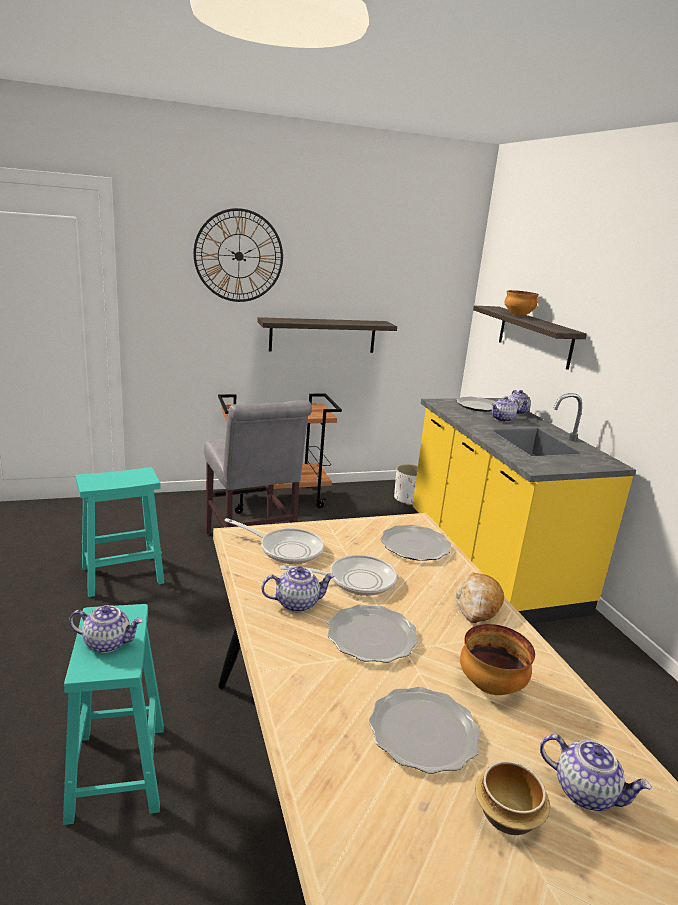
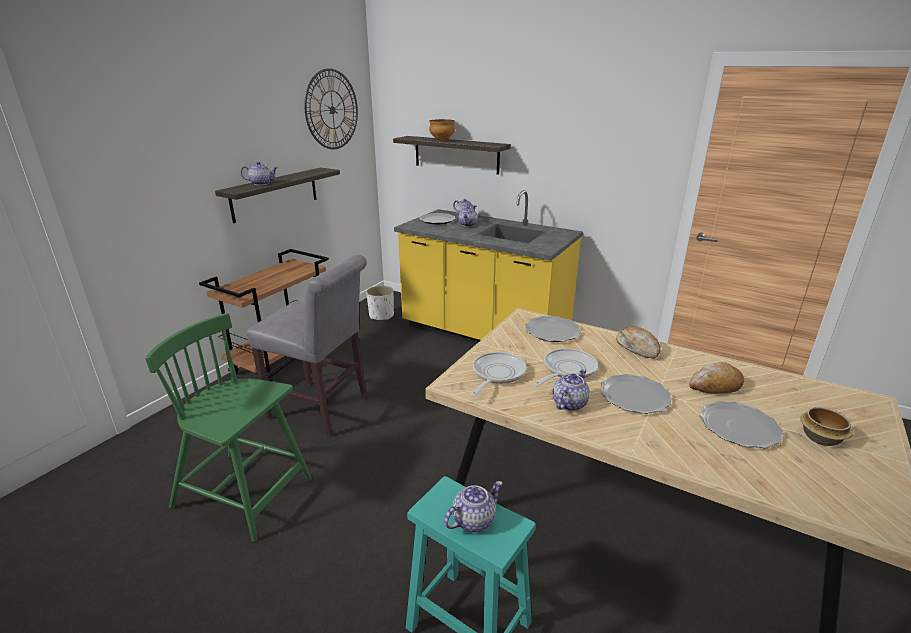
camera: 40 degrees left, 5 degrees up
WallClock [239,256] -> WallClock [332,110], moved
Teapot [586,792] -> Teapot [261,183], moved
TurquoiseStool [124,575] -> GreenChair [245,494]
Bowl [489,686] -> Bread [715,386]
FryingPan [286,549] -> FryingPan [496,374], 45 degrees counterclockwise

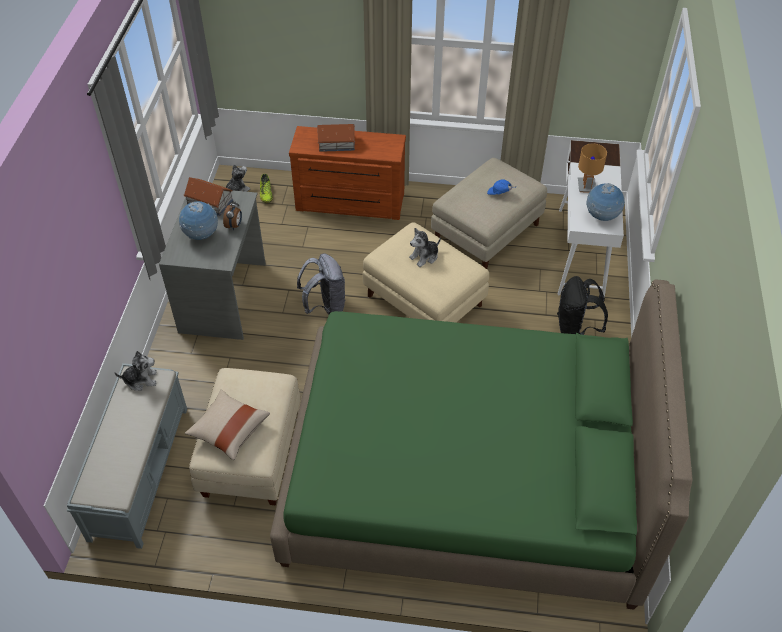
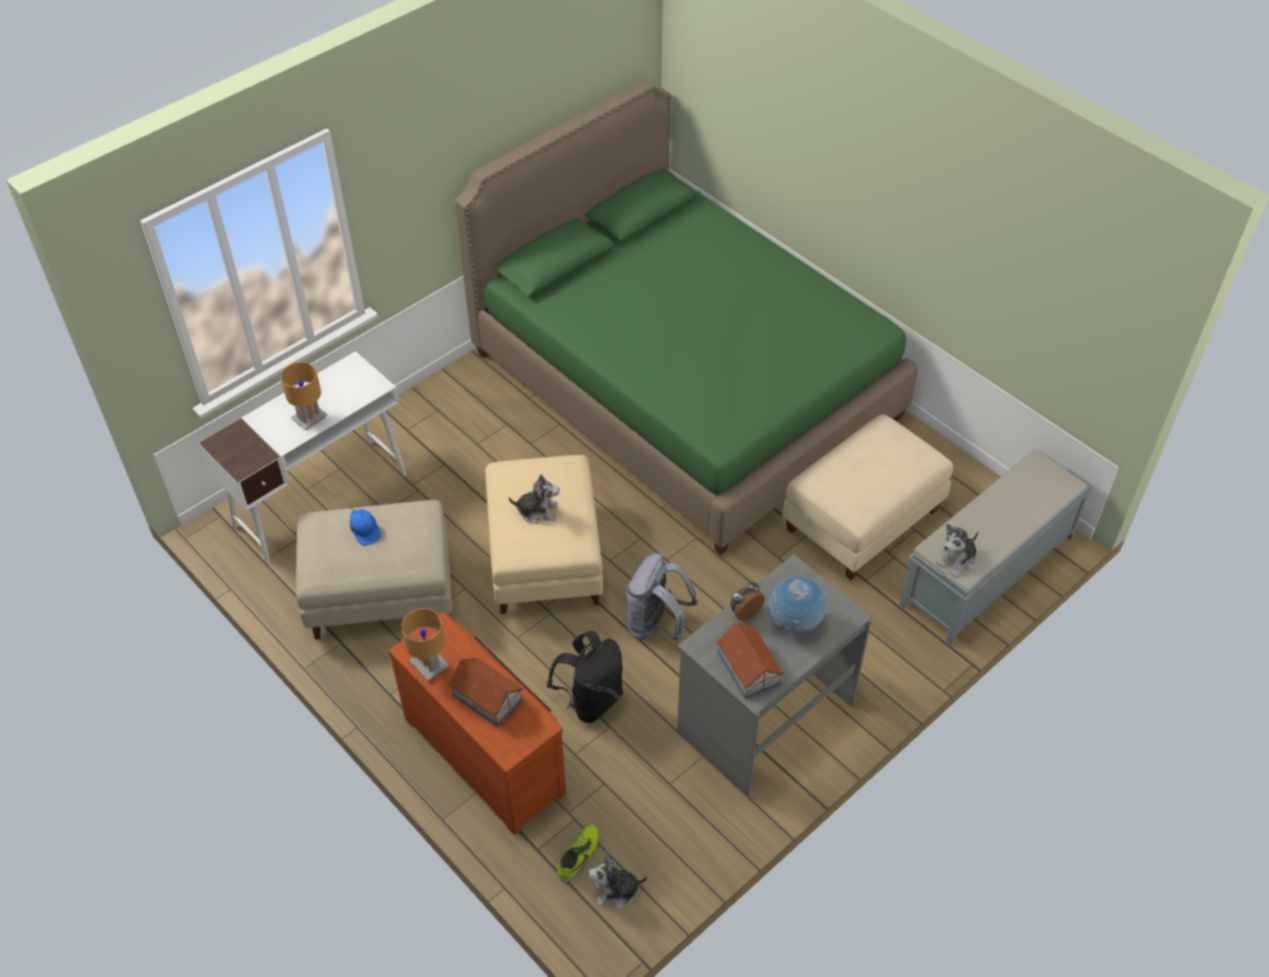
camera: 140 degrees left, 0 degrees up
BeigePillow [229,430] -> none
Globe [601,217] -> none
none -> BrownTableLamp [429,664]
BlackBackpack [575,329] -> BlackBackpack [591,700], moved
PlushToy [141,380] -> PlushToy [956,560], 75 degrees counterclockwise

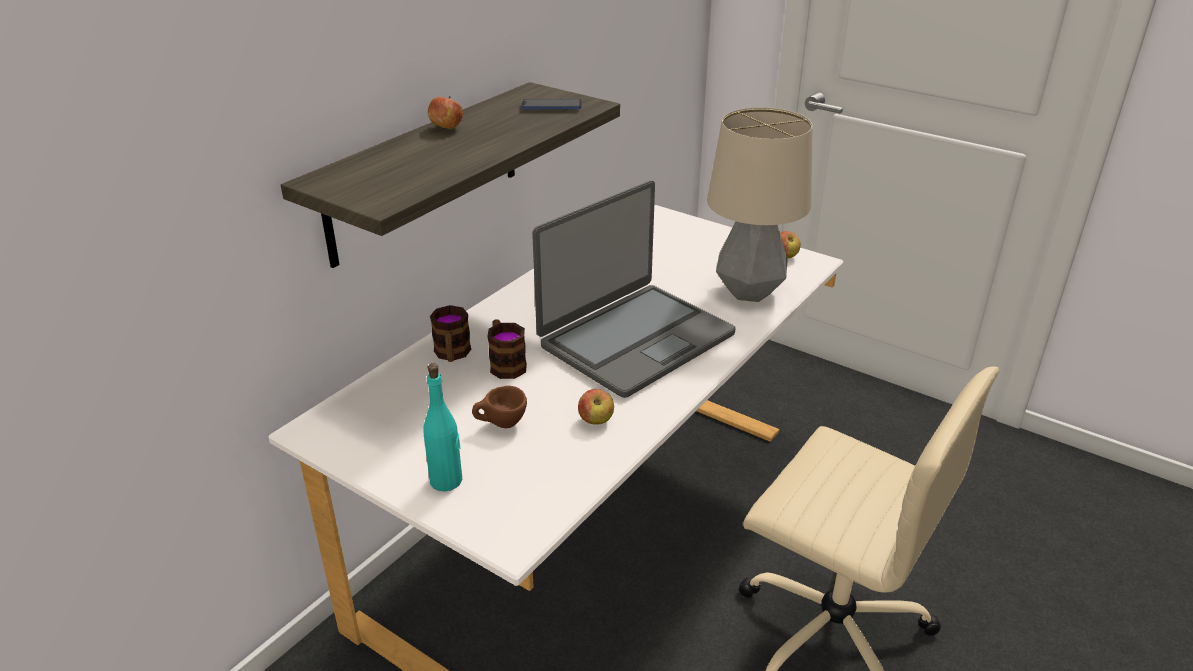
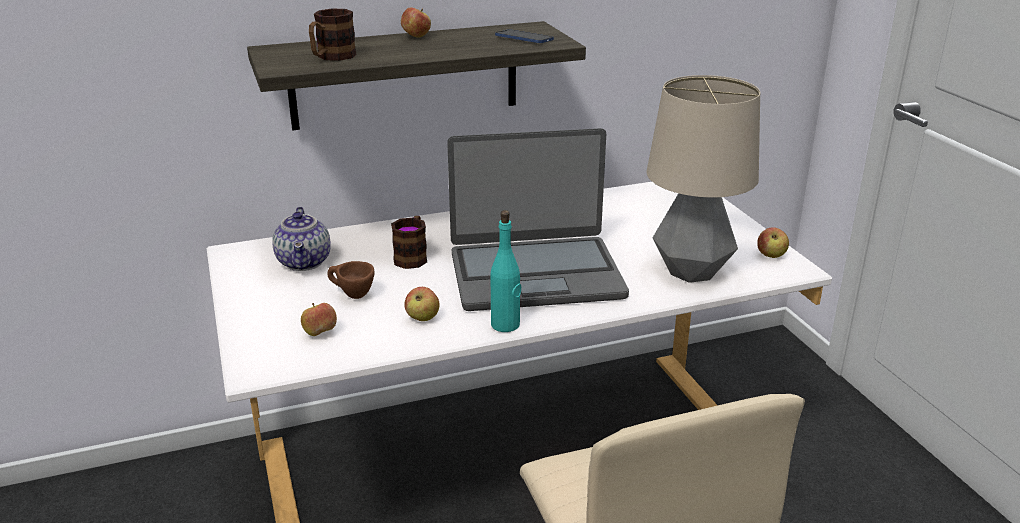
camera: 35 degrees right, 5 degrees down
none -> Teapot [305,262]
none -> Apple [320,333]
TurquoiseBottle [446,480] -> TurquoiseBottle [505,325], moved
Mug [452,355] -> Mug [331,57], moved

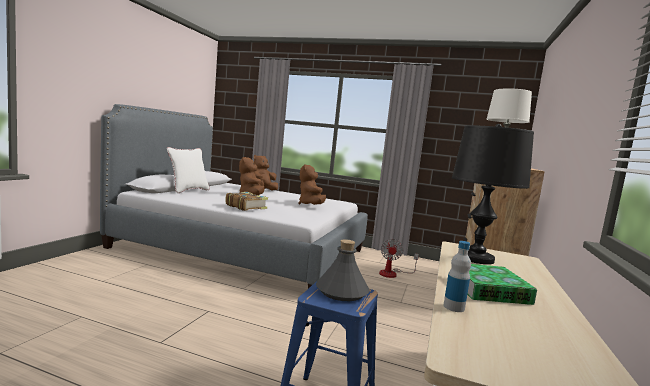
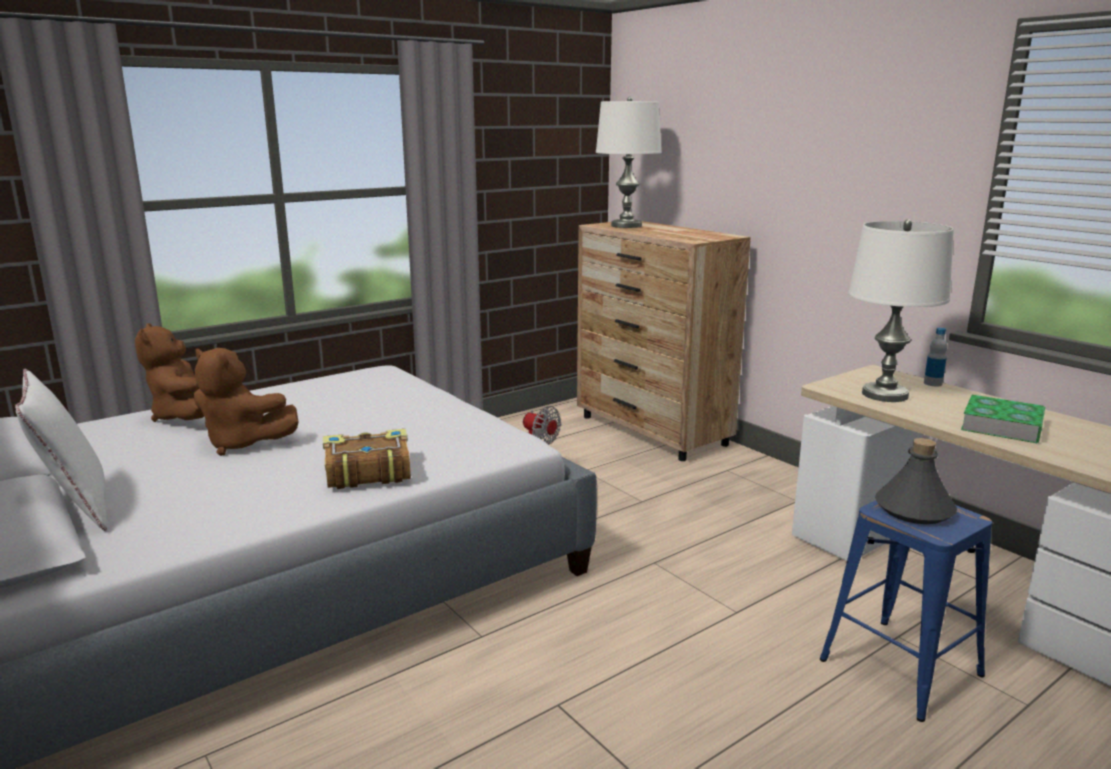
camera: 55 degrees left, 10 degrees up
BrownPlushToy [311,205] -> none
Bottle [454,307] -> Bottle [933,383], moved
BlackTableLamp [476,258] -> WhiteTableLamp [884,394]

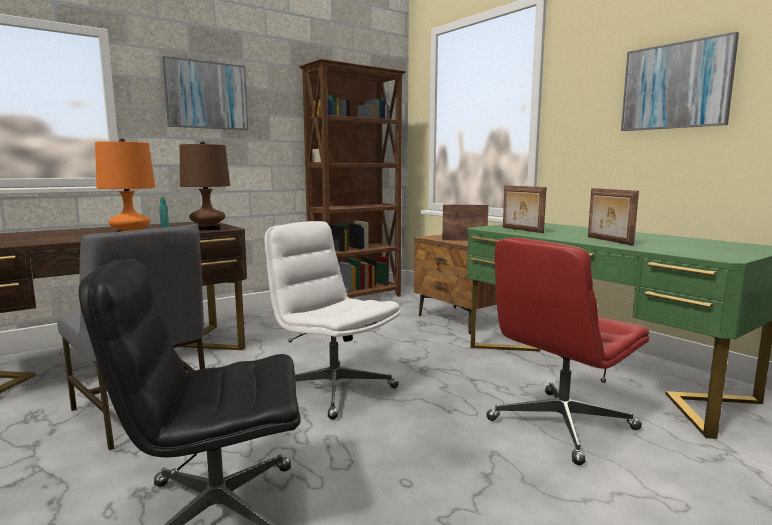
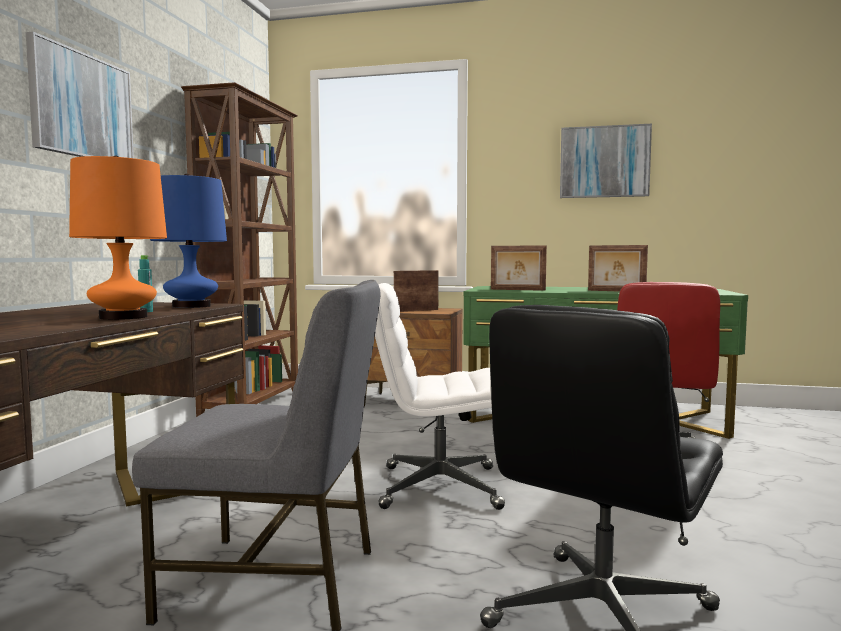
camera: 40 degrees left, 5 degrees down
BrownTableLamp [208,229] -> BlueTableLamp [191,306]

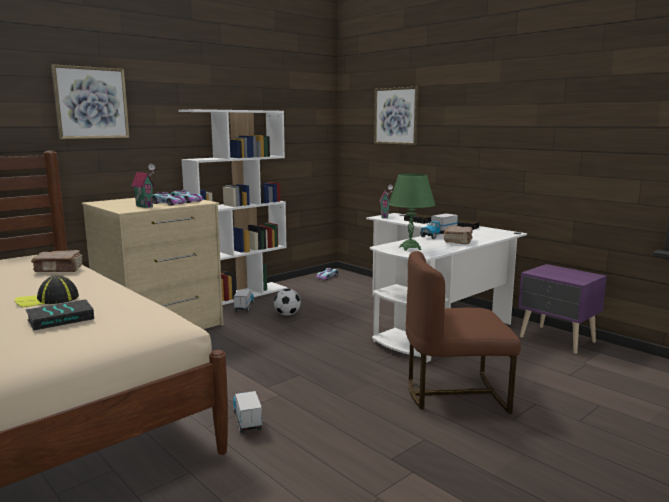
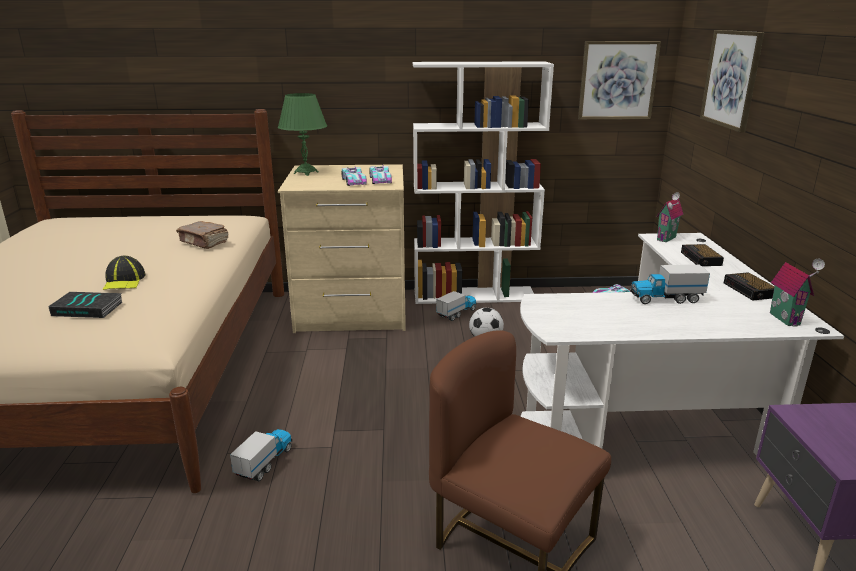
camera: 40 degrees right, 10 degrees up
BrownBook [458,241] -> none
Picture [91,103] -> Picture [617,80], moved
ToyHouse [146,206] -> ToyHouse [787,319], moved
GreenTableLamp [410,248] -> GreenTableLamp [306,173], moved
Cap [48,300] -> Cap [124,281], 120 degrees counterclockwise

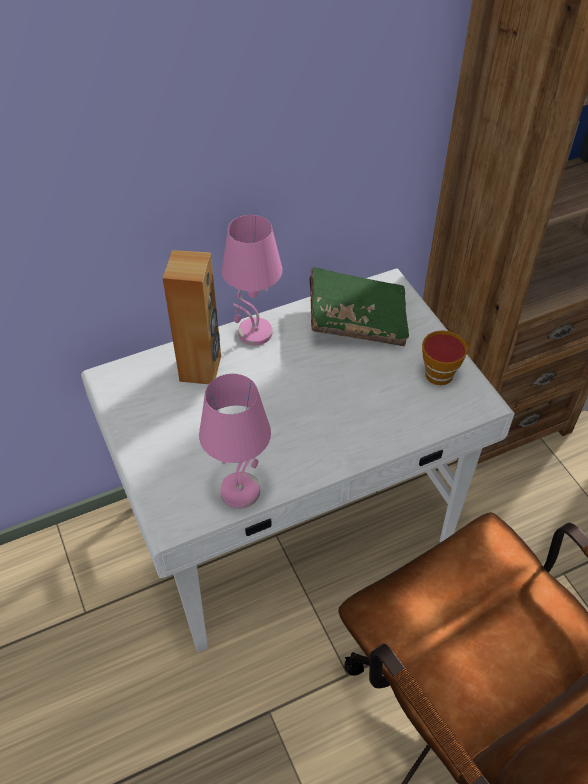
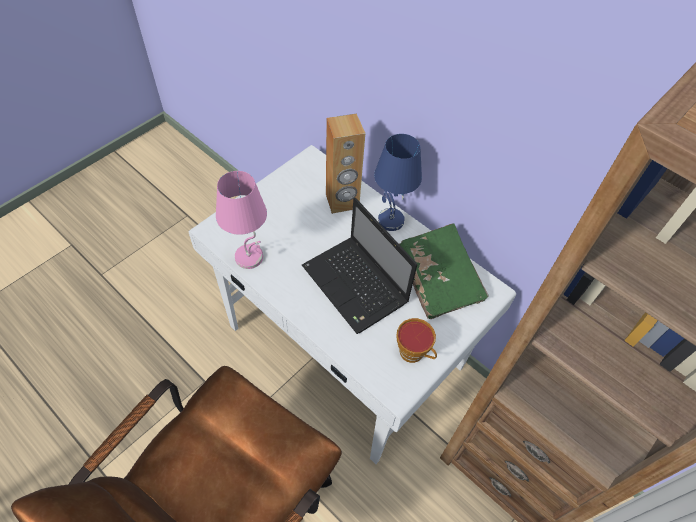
camera: 65 degrees right, 5 degrees up
none -> Laptop [356,286]
PinkTableLamp [254,333] -> BlueTableLamp [390,220]

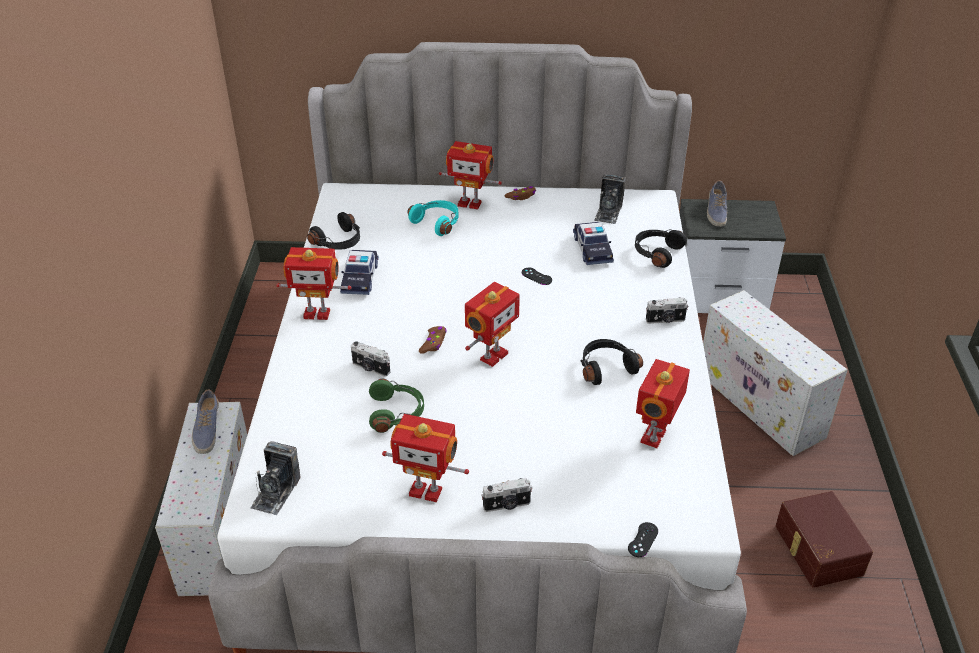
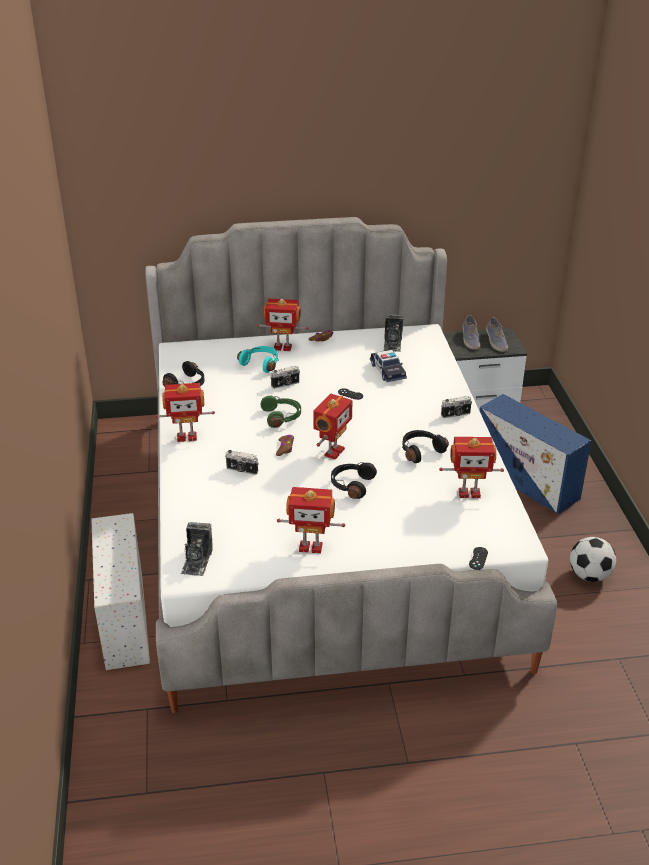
camera: 10 degrees left, 5 degrees down
ToyCar [360,278] -> none
Shoe [207,430] -> Shoe [495,342], moved
GreenHeadphones [397,413] -> GreenHeadphones [282,417], moved
PhotoCamera [507,505] -> PhotoCamera [285,384], moved
BlackHeadphones [656,253] -> BlackHeadphones [351,485], moved
BrownStorageBox [816,550] -> Football [589,575]
WhiteStorageBox [761,405] -> BlueStorageBox [527,481]
ToyRobot [655,437] -> ToyRobot [469,492], 105 degrees counterclockwise

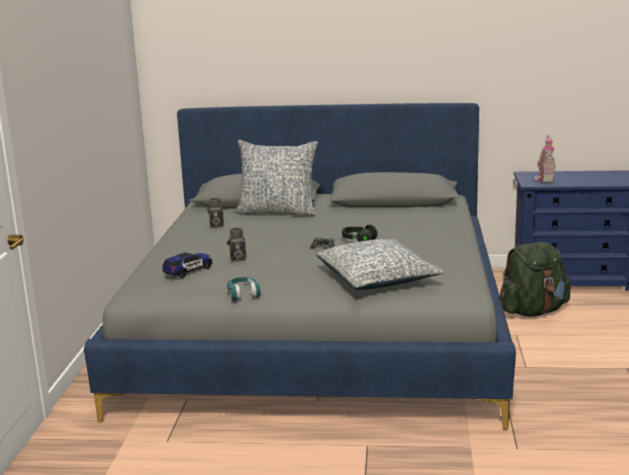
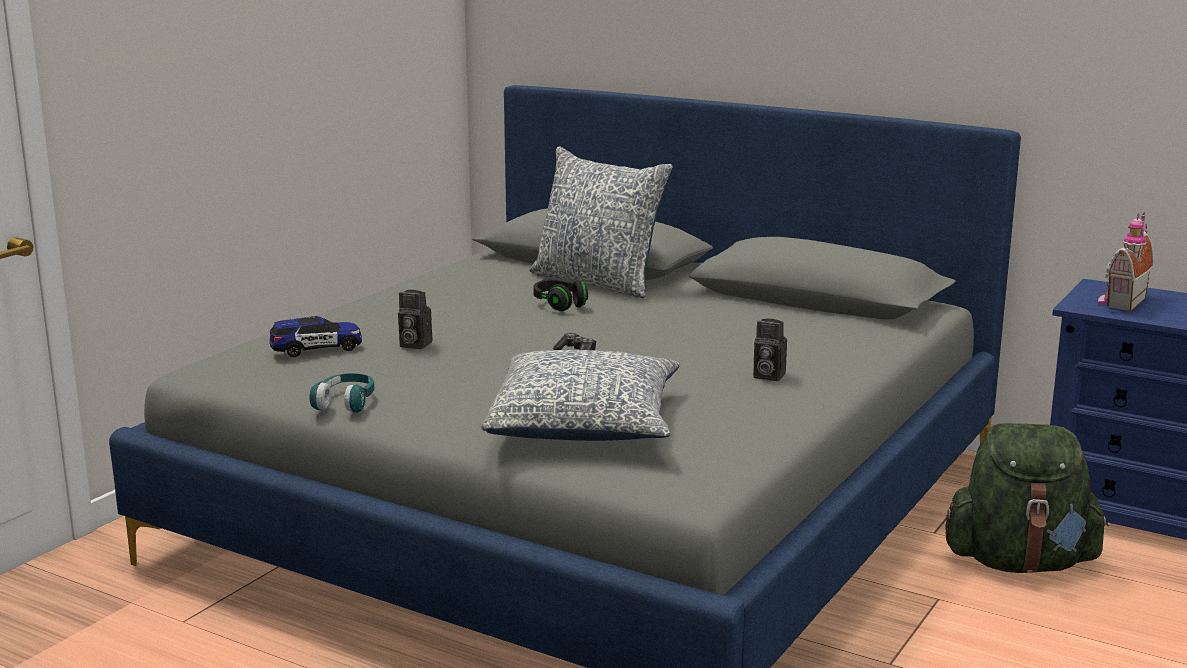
camera: 25 degrees right, 0 degrees up
PhotoCamera [216,226] -> PhotoCamera [767,376], moved
BlackHeadphones [359,240] -> BlackHeadphones [559,305], moved

